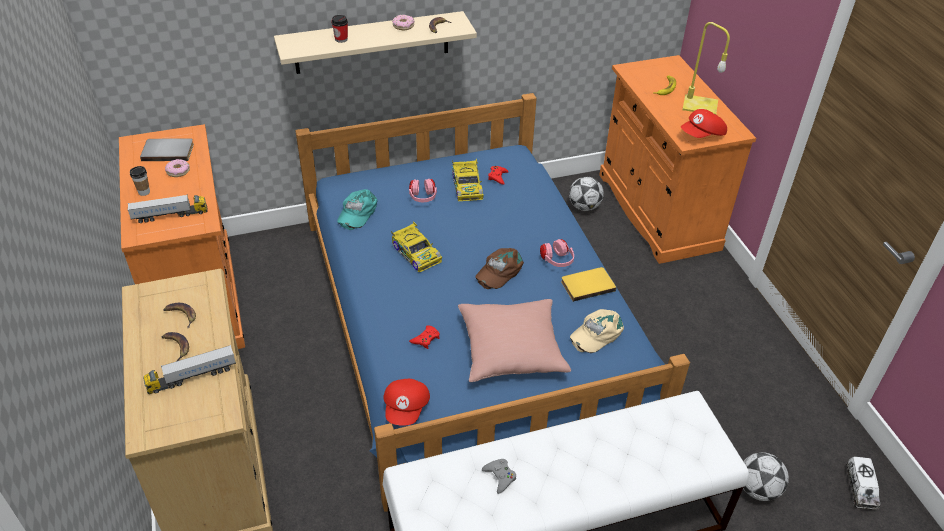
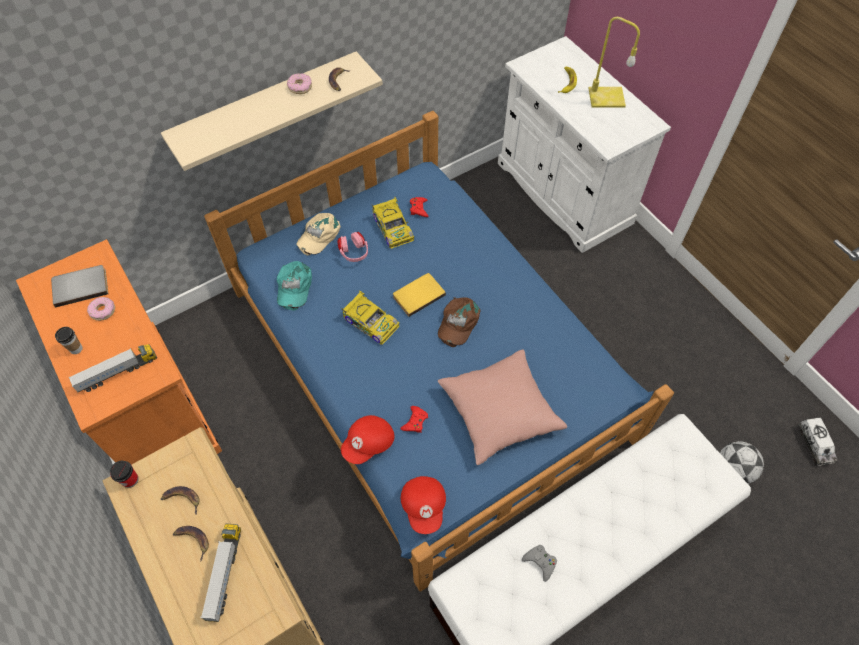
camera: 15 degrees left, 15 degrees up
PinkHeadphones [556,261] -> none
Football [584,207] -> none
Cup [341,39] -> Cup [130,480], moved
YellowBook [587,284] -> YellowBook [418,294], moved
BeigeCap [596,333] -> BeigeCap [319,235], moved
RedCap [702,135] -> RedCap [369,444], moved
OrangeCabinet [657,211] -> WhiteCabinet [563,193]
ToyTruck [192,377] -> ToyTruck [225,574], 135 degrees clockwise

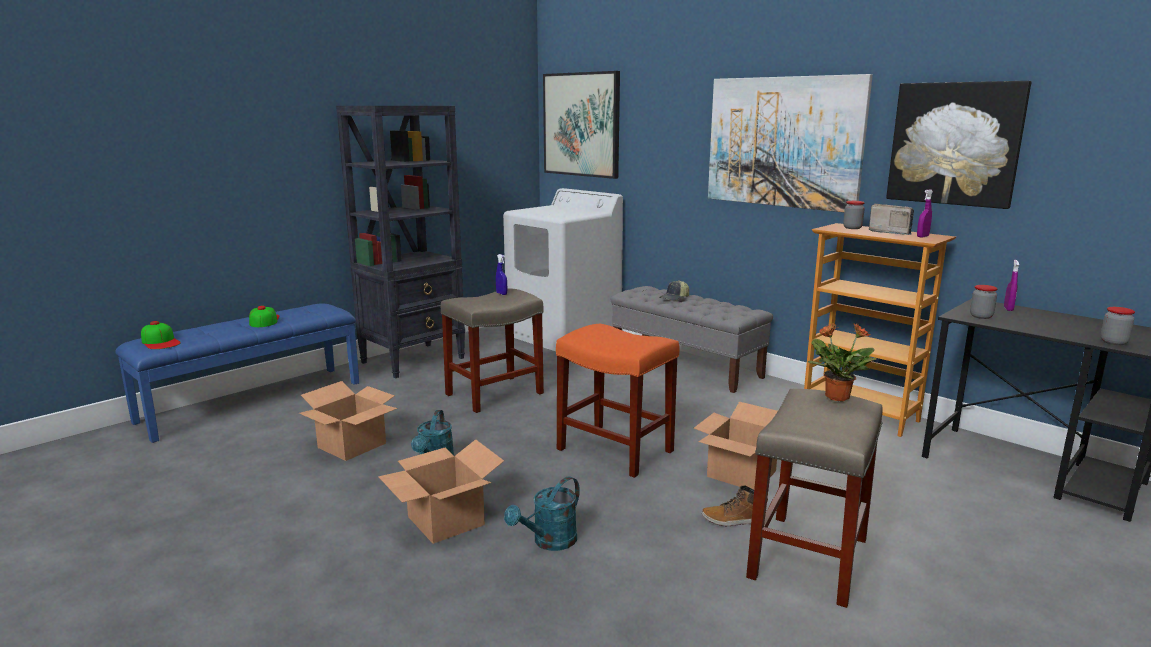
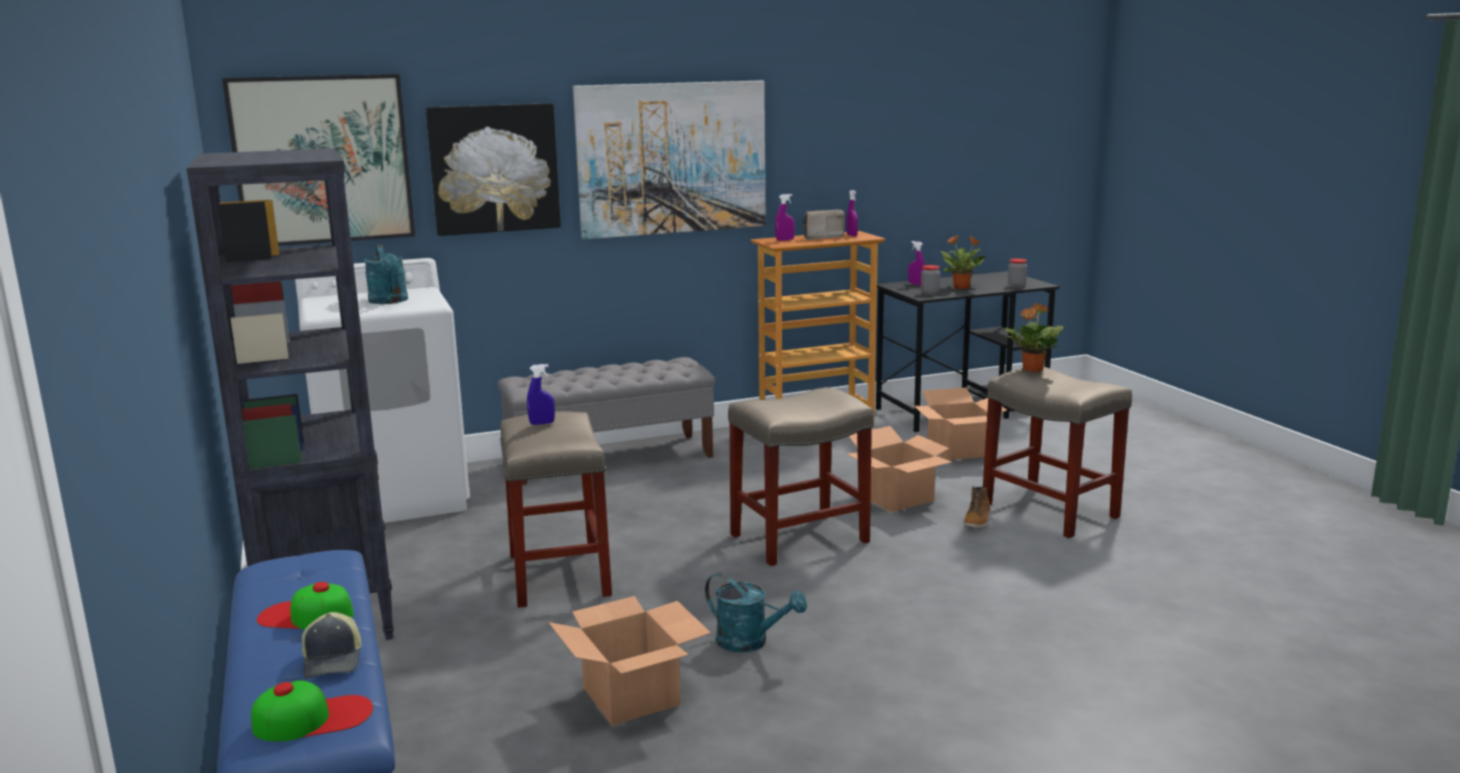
camera: 65 degrees left, 0 degrees up
none -> PottedPlant [962,288]
CardboardBox [446,521] -> CardboardBox [958,450], moved
TurquoiseWateringCan [549,542] -> TurquoiseWateringCan [389,301], moved
Cap [675,298] -> Cap [334,660], moved
Picture [955,144] -> Picture [494,168], moved
Jar [852,228] -> PurpleSprayBottle [785,240]
OrangeStool [616,450] -> BeigeStool [801,537]

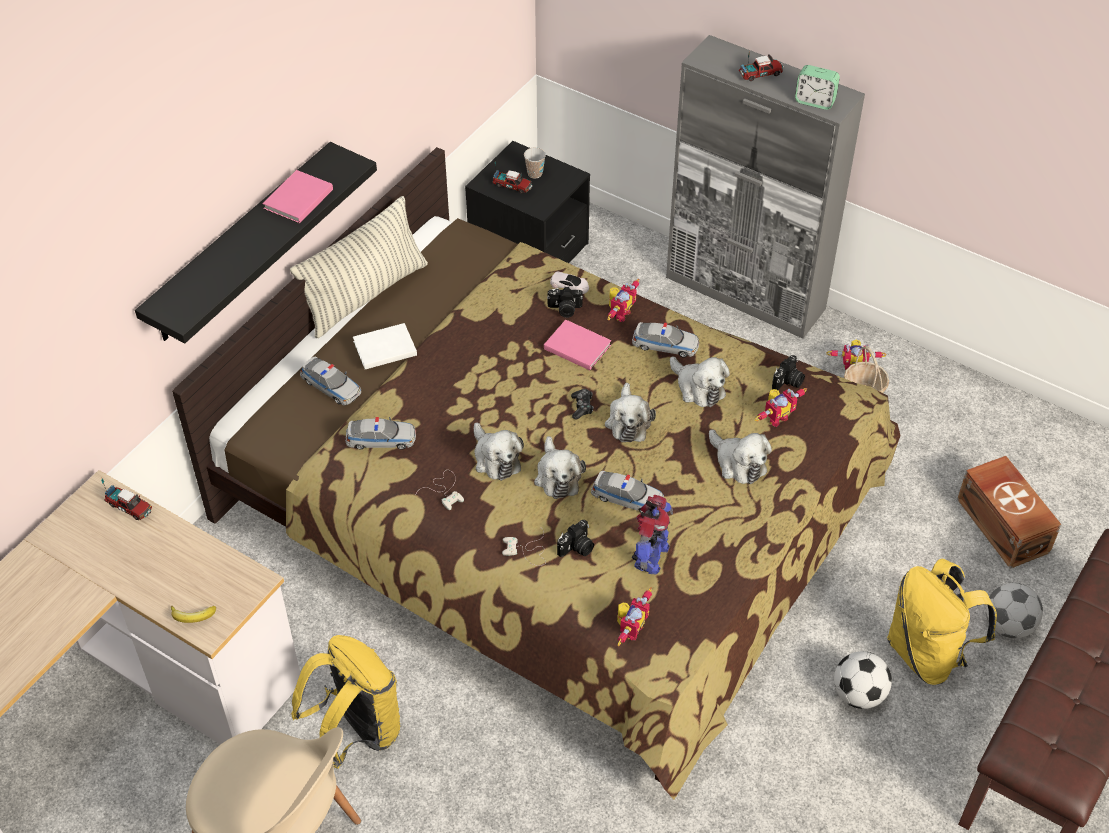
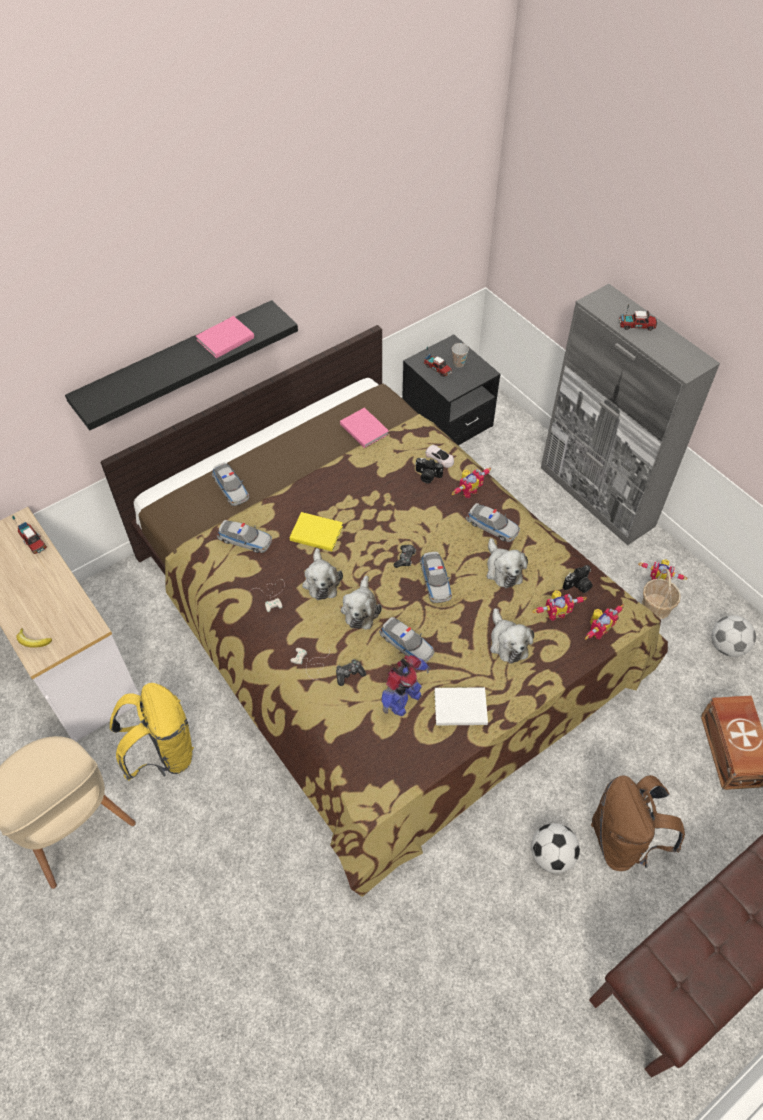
camera: 20 degrees right, 5 degrees up
Pillow [365,295] -> none
AlarmClock [815,101] -> none
none -> YellowBook [315,532]
WhiteBook [383,348] -> WhiteBook [458,707], moved
PinkBook [576,345] -> PinkBook [364,428], moved
ToyRobot [630,629] -> ToyRobot [597,630], moved
Football [1008,625] -> Football [727,646], moved
PhotoCamera [577,548] -> GameController [349,674]
PlushToy [628,421] -> ToyCar [435,581]
YellowBackpack [928,654] -> BrownBackpack [623,840]

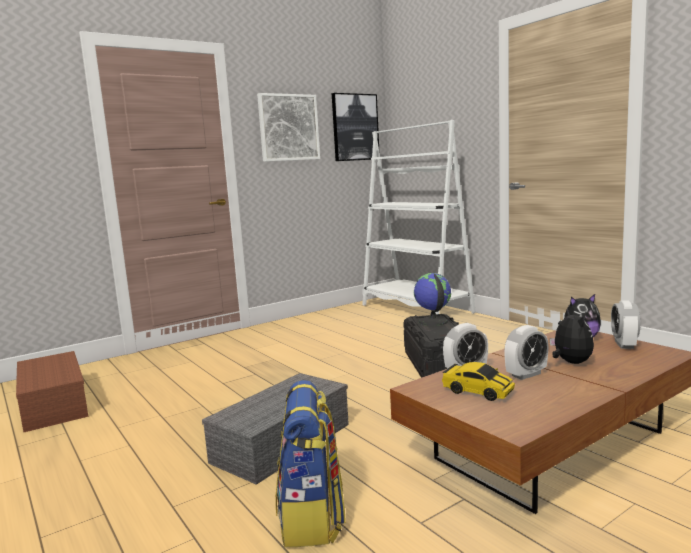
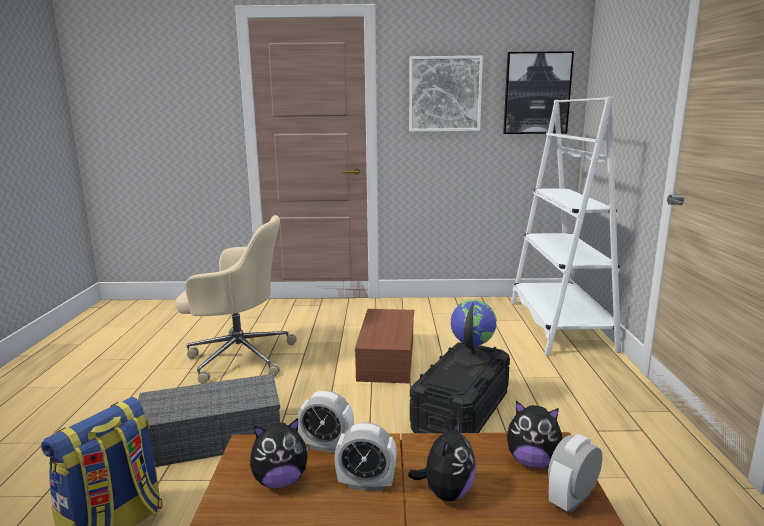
camera: 35 degrees right, 5 degrees up
none -> BeigeOfficeChair [238,357]
BrownStorageBox [52,404] -> BrownStorageBox [386,357], moved
ToyCar [478,391] -> PlushToy [280,481]

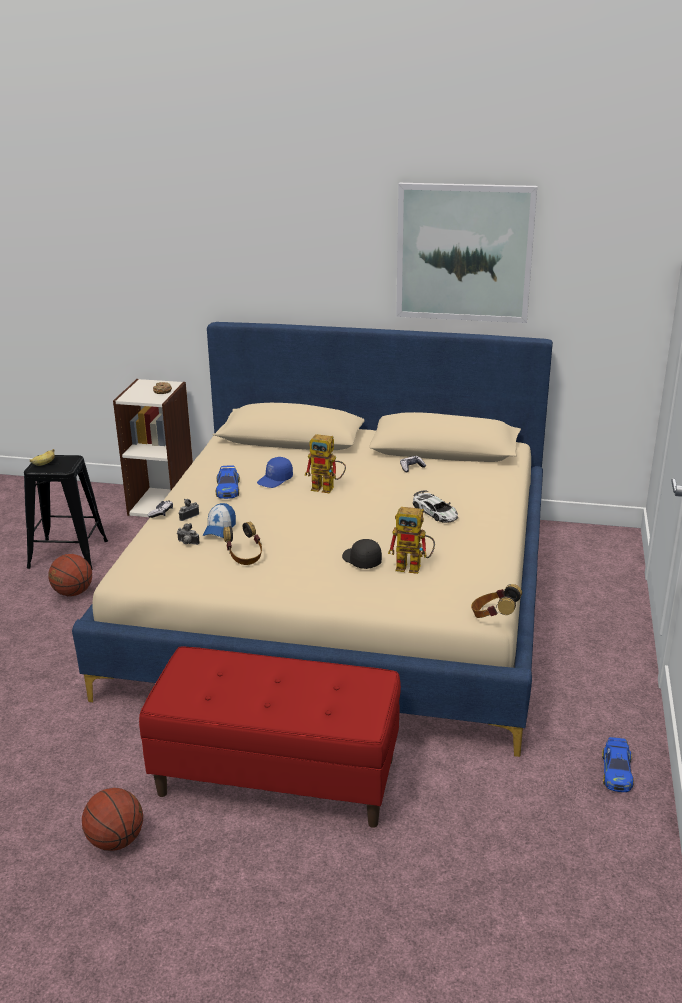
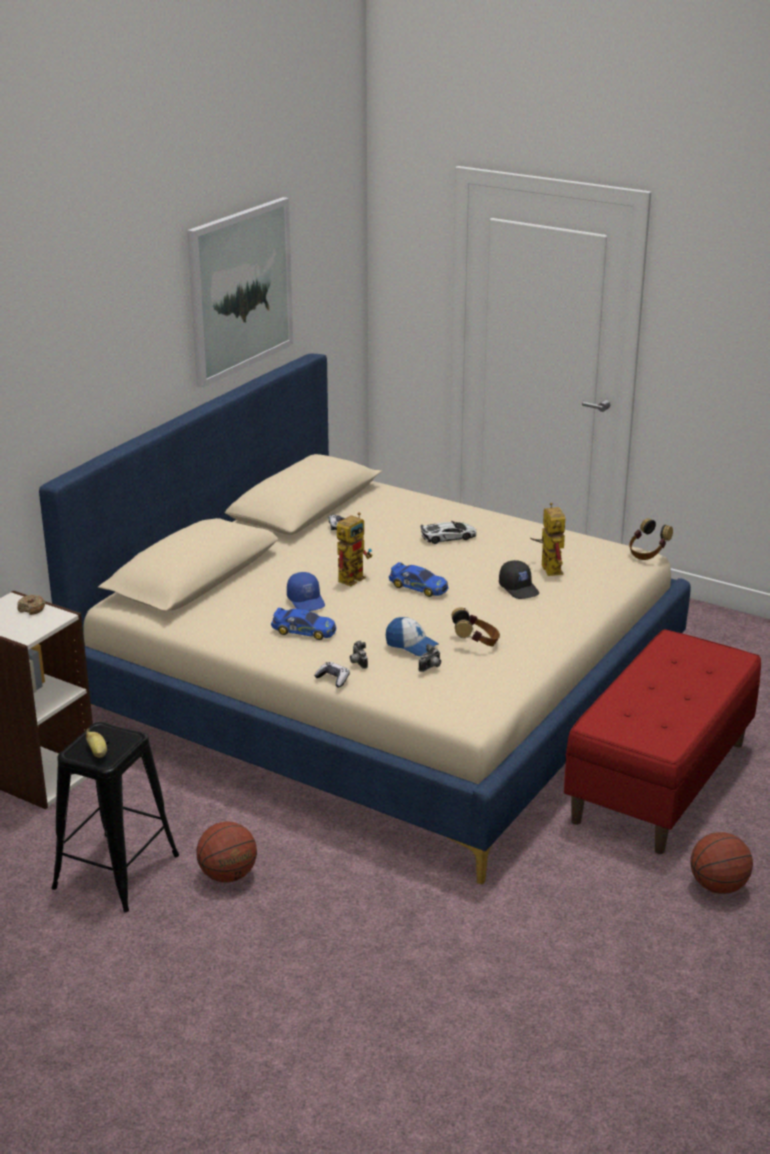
camera: 70 degrees left, 0 degrees up
ToyCar [616,771] -> ToyCar [418,587], moved
BlackCap [361,560] -> BlackCap [519,588], 105 degrees counterclockwise
ToyRobot [414,567] -> ToyRobot [547,567], 45 degrees counterclockwise

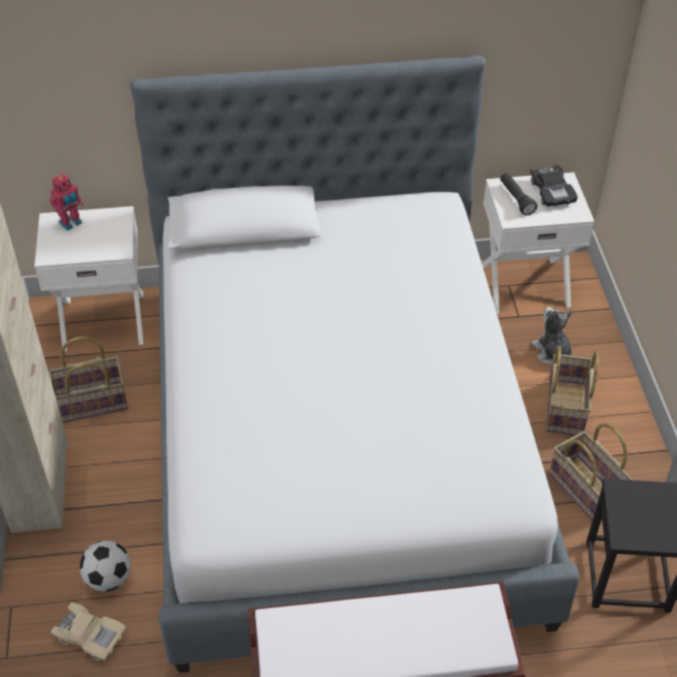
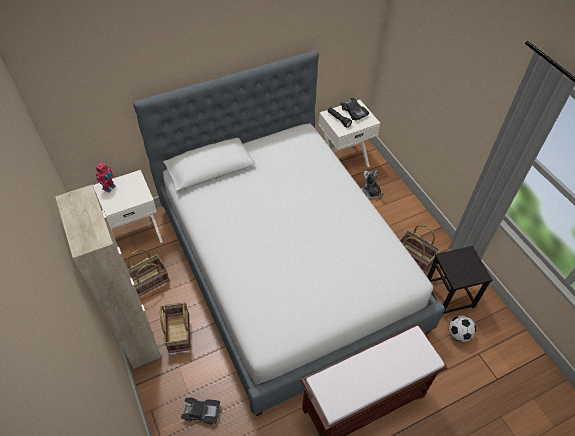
camera: 20 degrees left, 5 degrees up
Football [109,579] -> Football [458,334], moved
Basket [566,408] -> Basket [180,333], moved
BeigeToyCar [90,636] -> BlackToyCar [201,412]

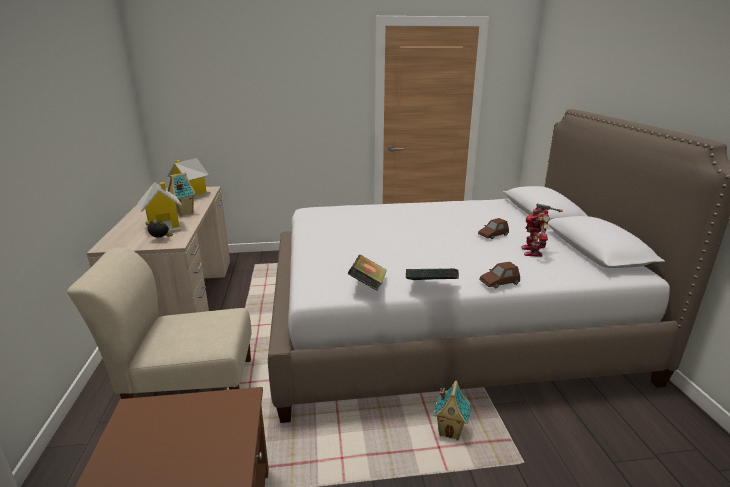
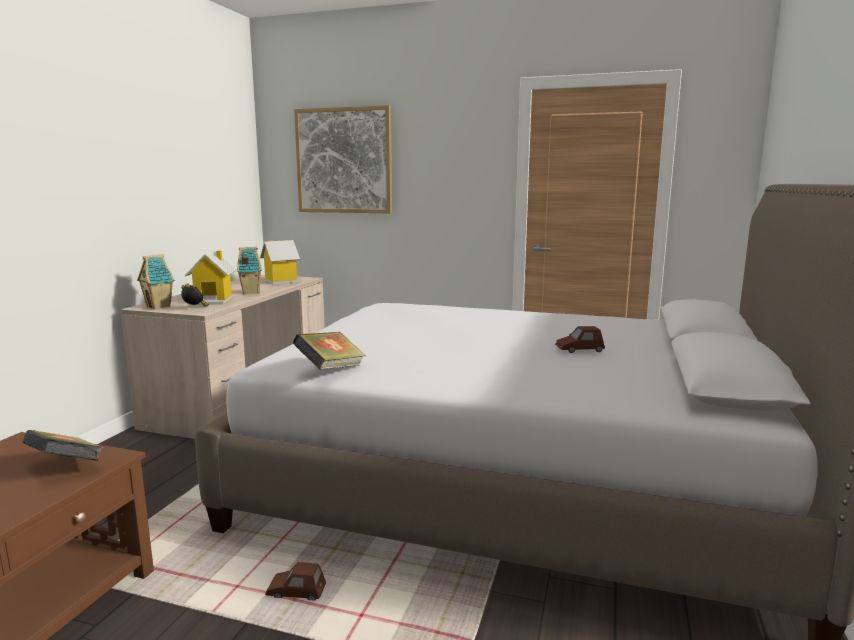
camera: 25 degrees right, 10 degrees down
BeigeChair [187,387] -> none
ToyRobot [533,251] -> none
none -> Picture [344,161]
Book [431,288] -> Book [65,467], moved
ToyHouse [450,431] -> ToyHouse [159,306], moved
BrownToyCar [499,282] -> BrownToyCar [296,592], moved

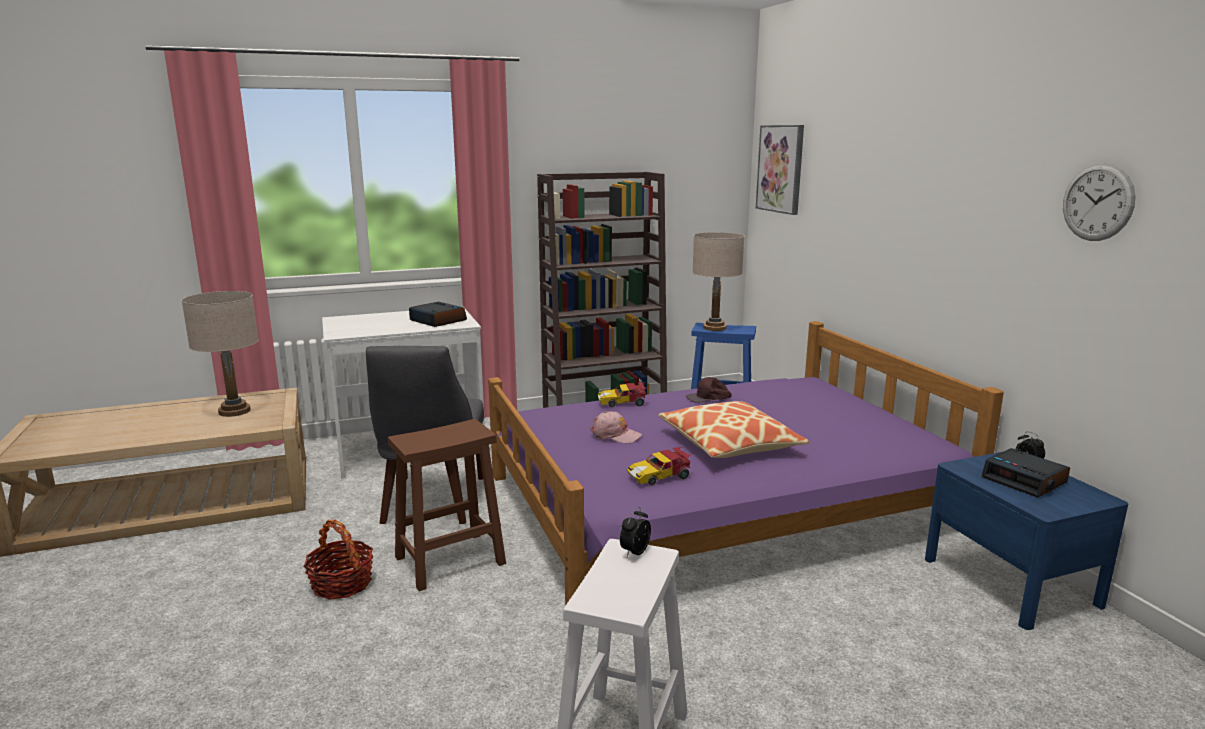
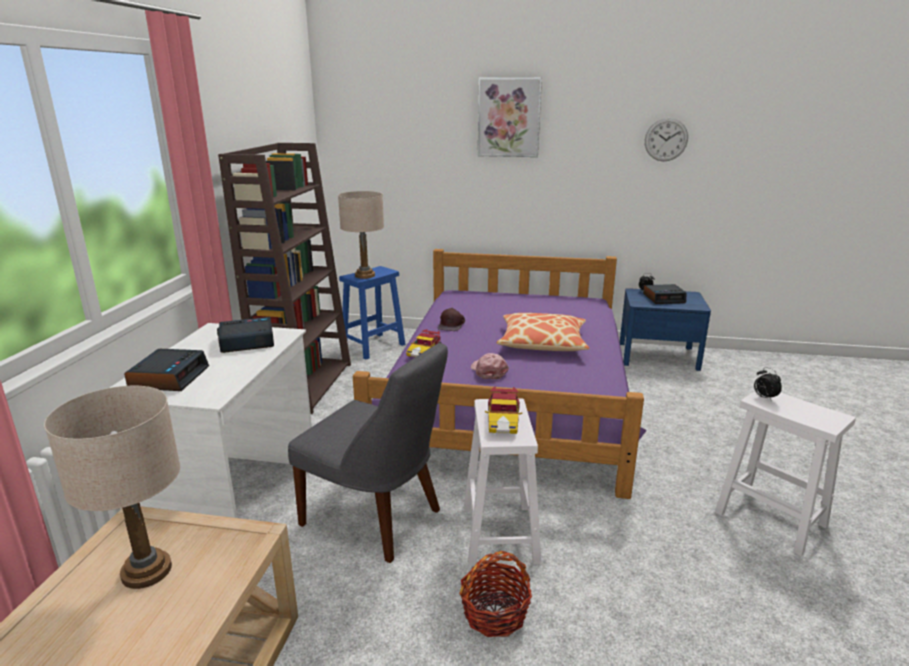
camera: 60 degrees left, 5 degrees up
none -> AlarmClock [169,377]
ToyCar [660,476] -> ToyCar [503,420], moved
Picture [780,169] -> Picture [509,117], moved
BrownStool [451,560] -> WhiteStool [499,533]
PinkCap [615,435] -> PinkCap [488,371], 75 degrees counterclockwise

